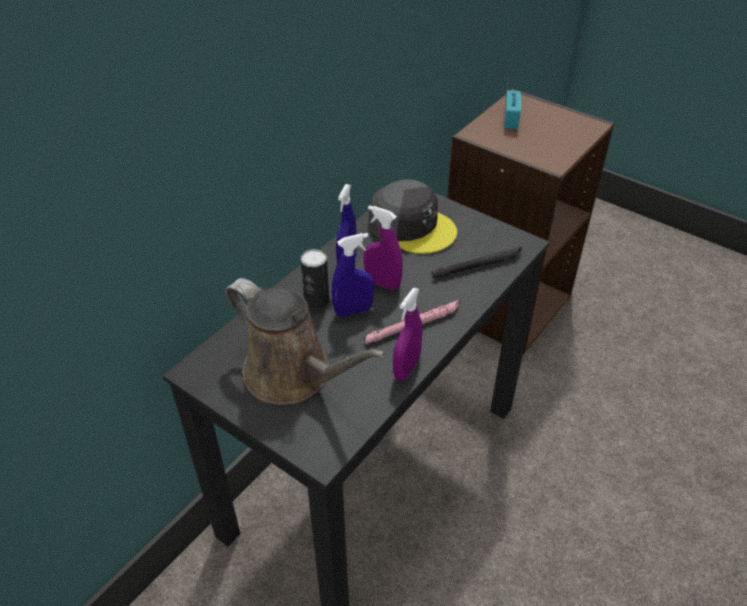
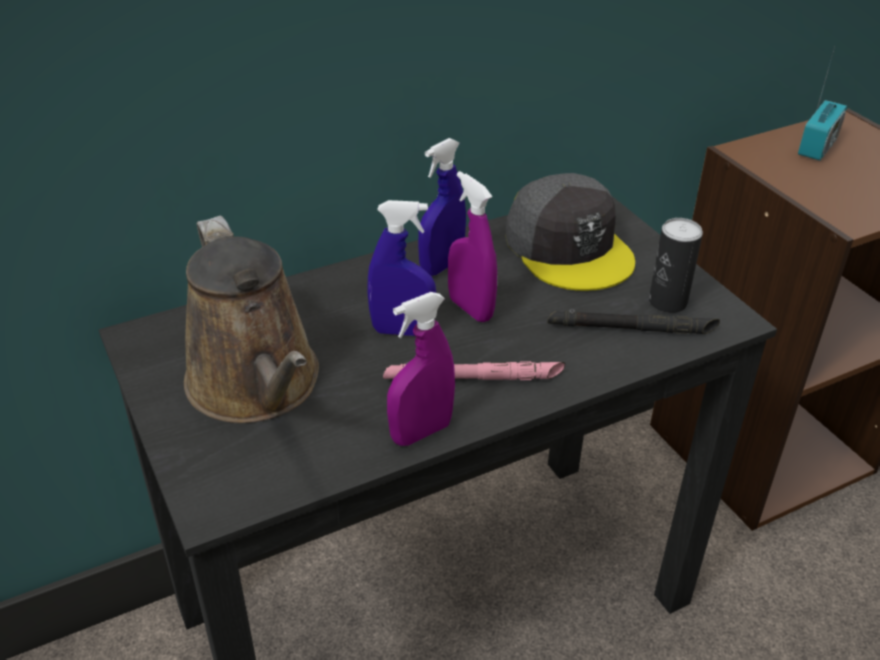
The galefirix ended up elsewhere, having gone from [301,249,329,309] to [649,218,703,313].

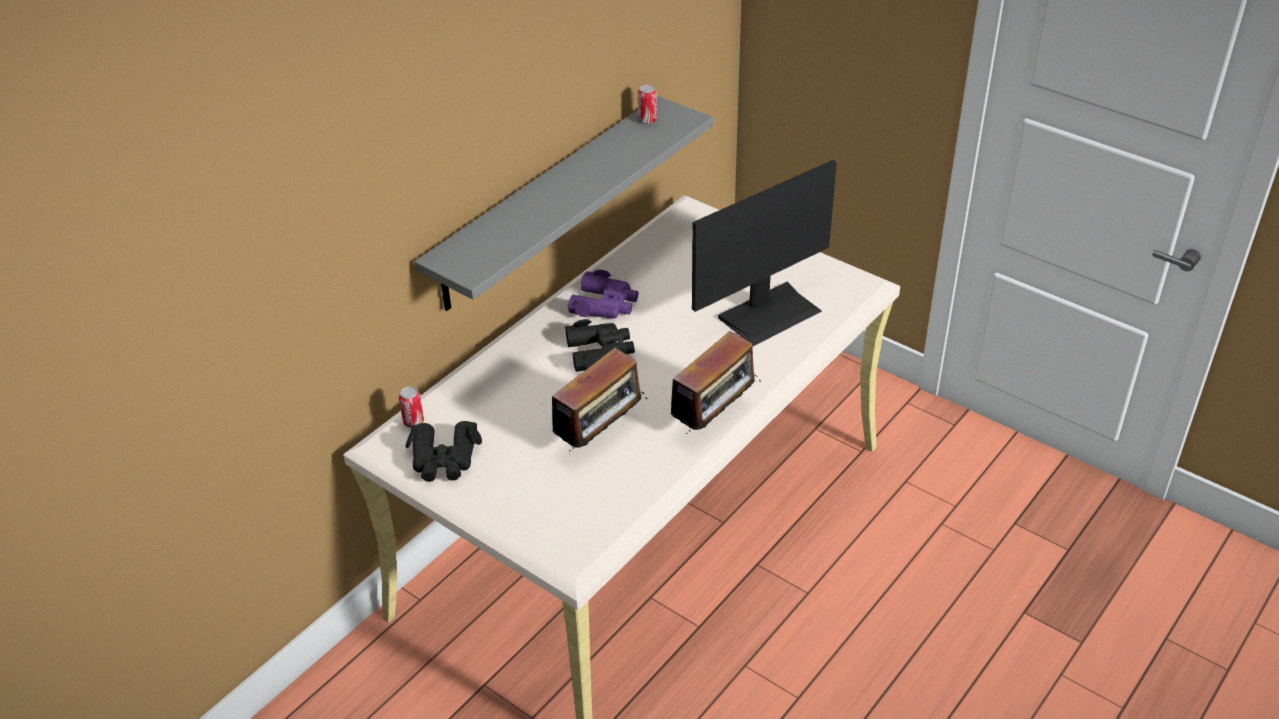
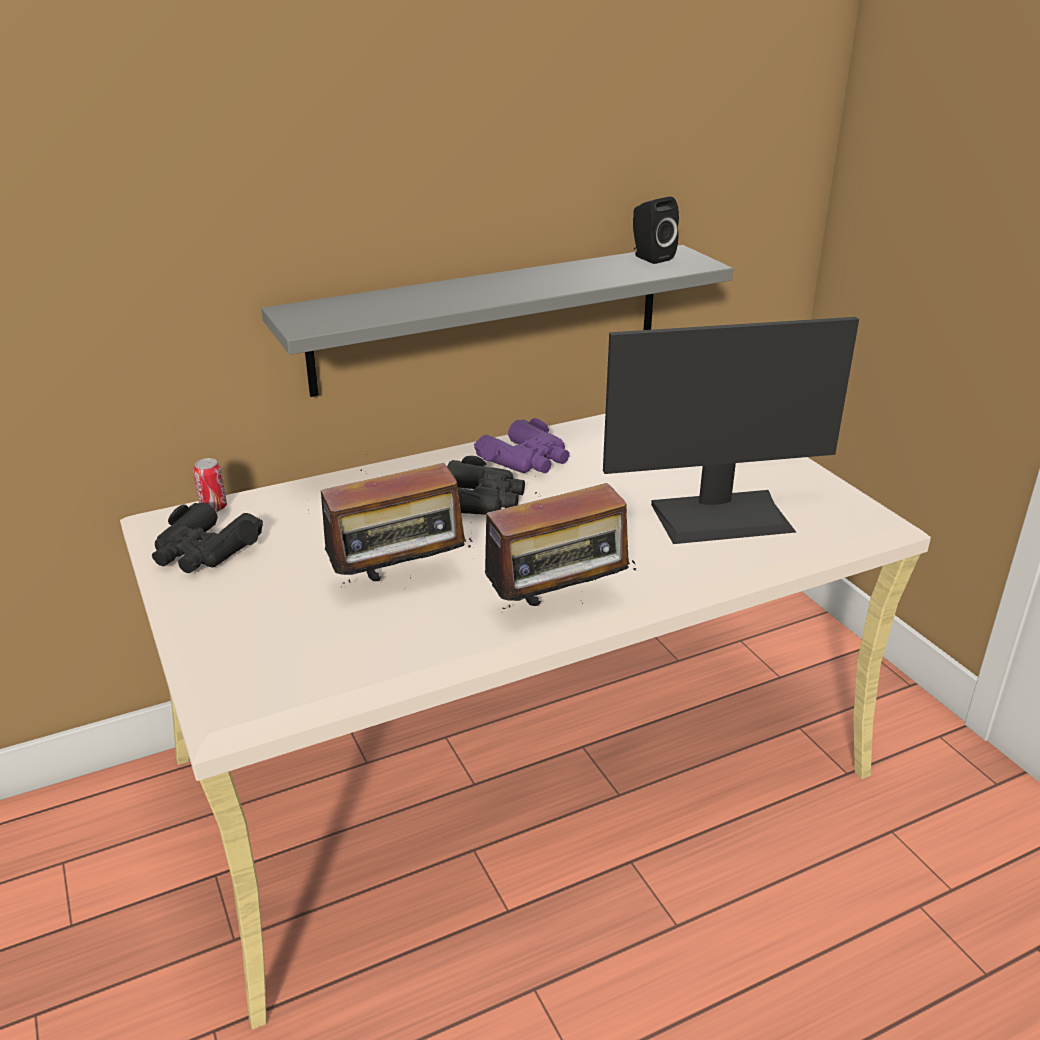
Where the galefirix stood at [638,84,657,124], the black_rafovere came to stand at [633,197,679,264].

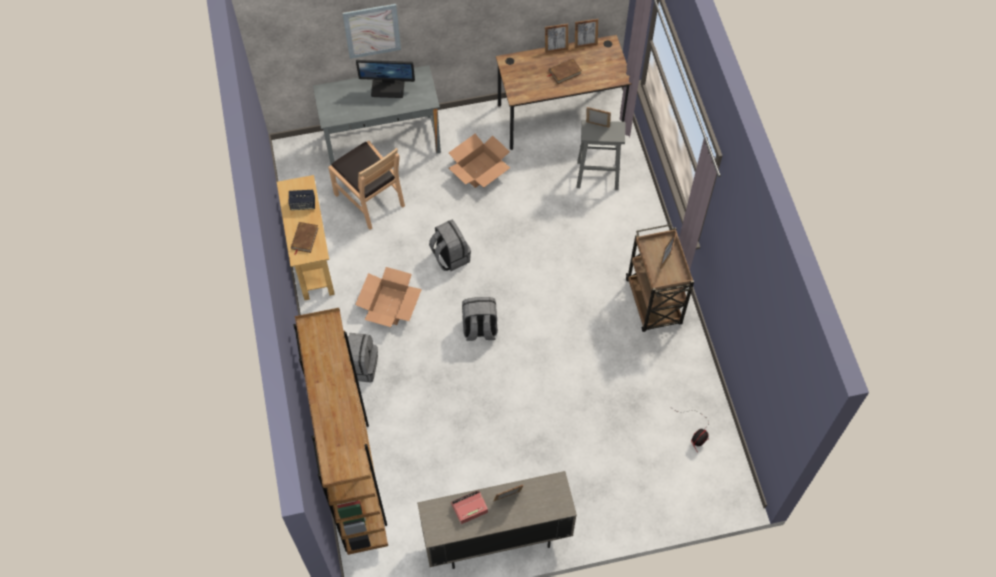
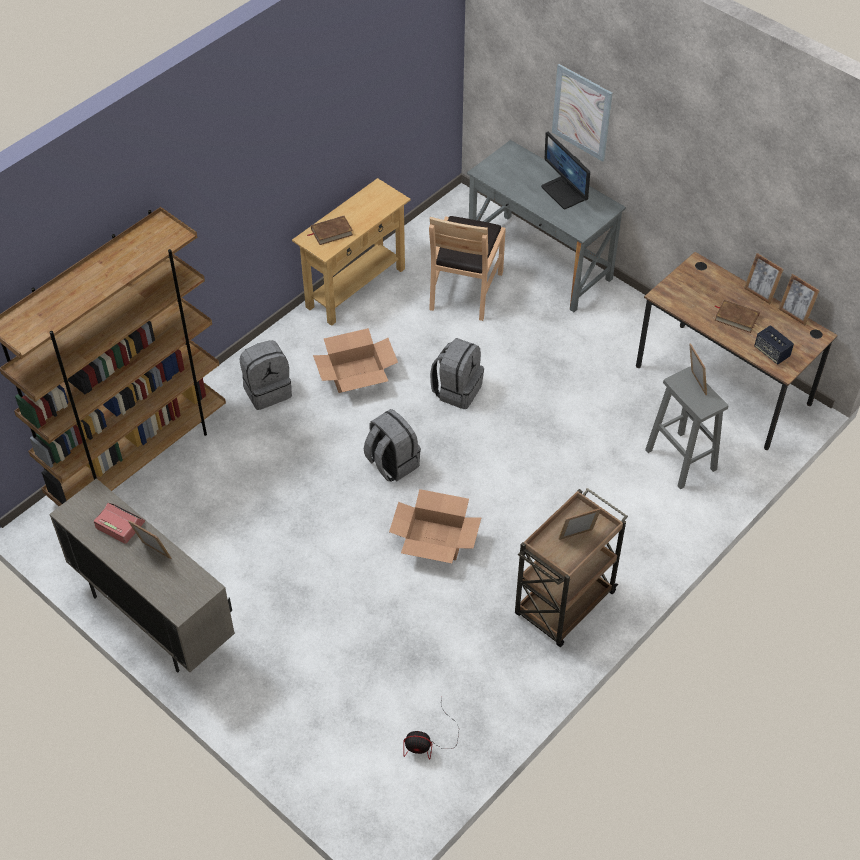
The rafovere ended up elsewhere, having gone from [289,190,315,210] to [754,325,794,365]. The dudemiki ended up elsewhere, having gone from [449,134,510,188] to [389,489,481,563].

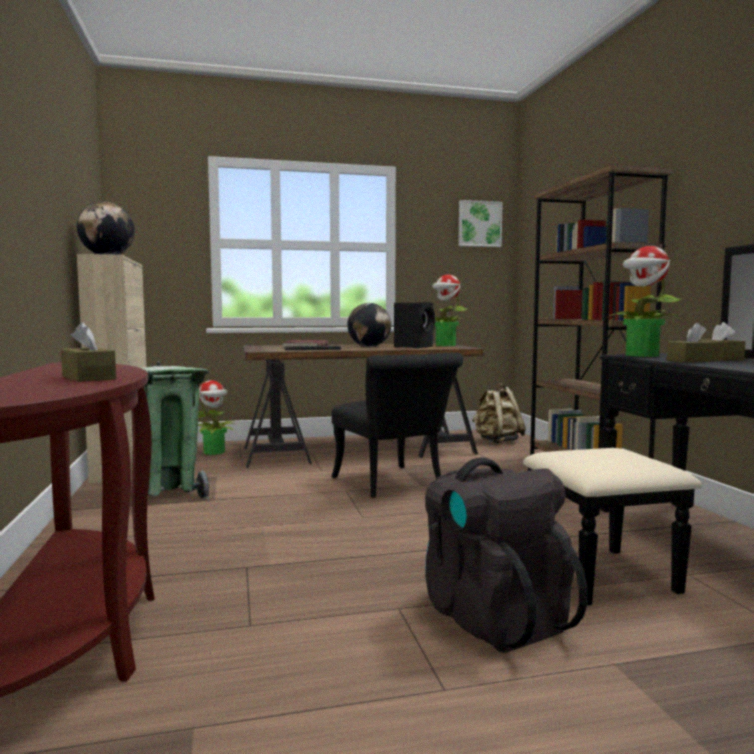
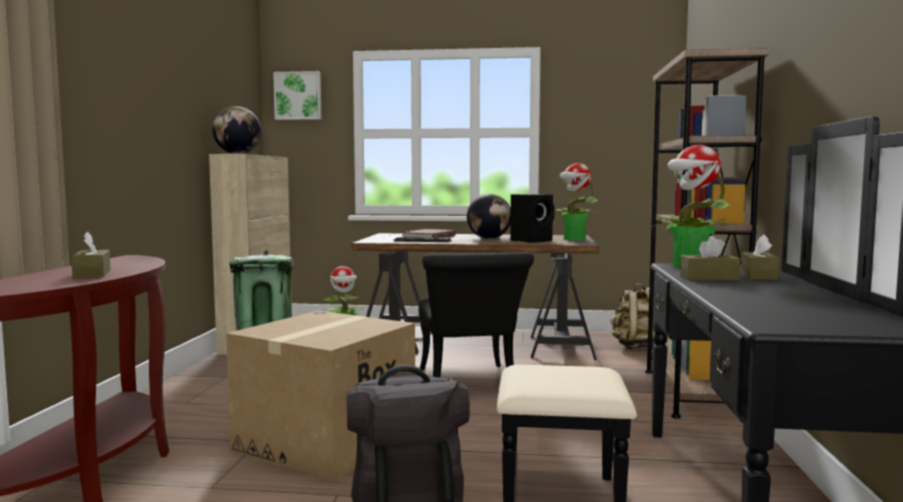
The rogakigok ended up elsewhere, having gone from [458,200,503,247] to [273,71,321,120]. The second view gained the dudemiki at [226,311,415,481].

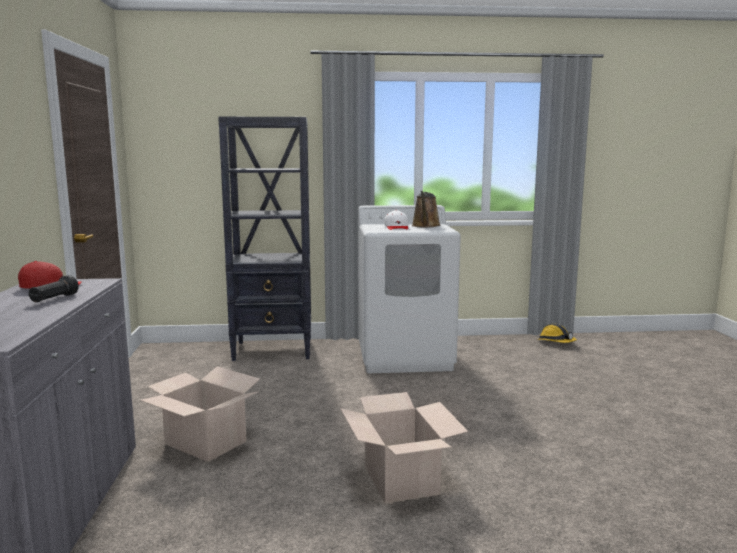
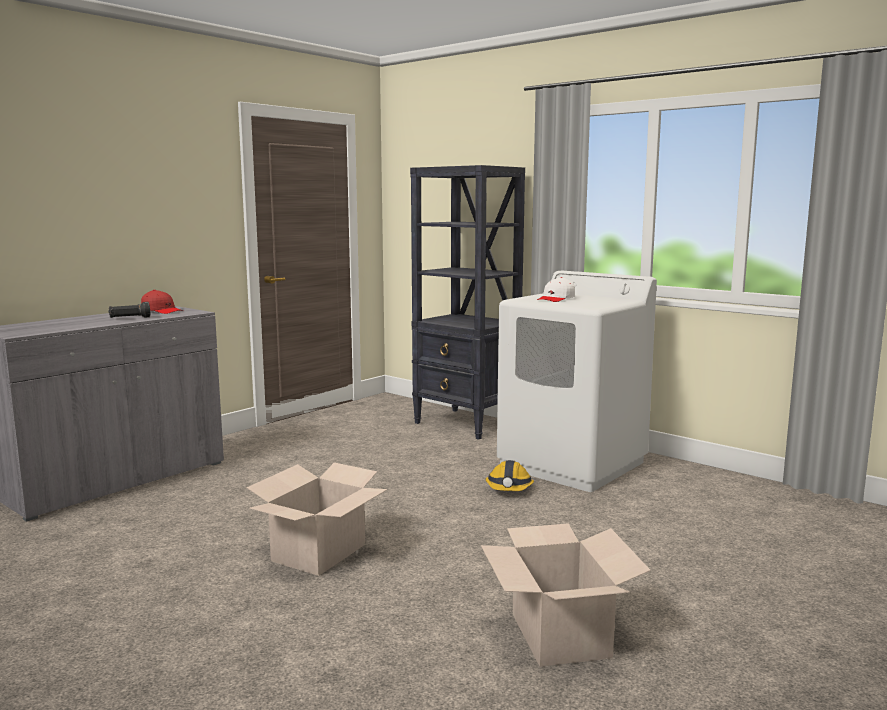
The dudemiki ended up elsewhere, having gone from [140,366,260,462] to [481,523,651,667]. The second view lost the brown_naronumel at [412,191,441,228]. The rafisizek ended up elsewhere, having gone from [537,324,577,343] to [485,460,534,491].

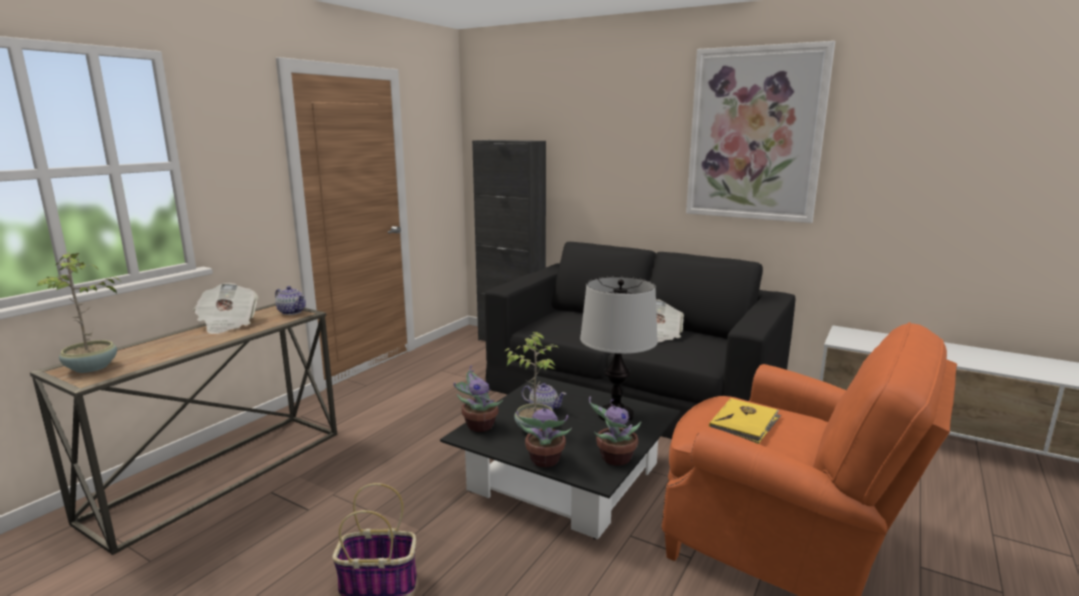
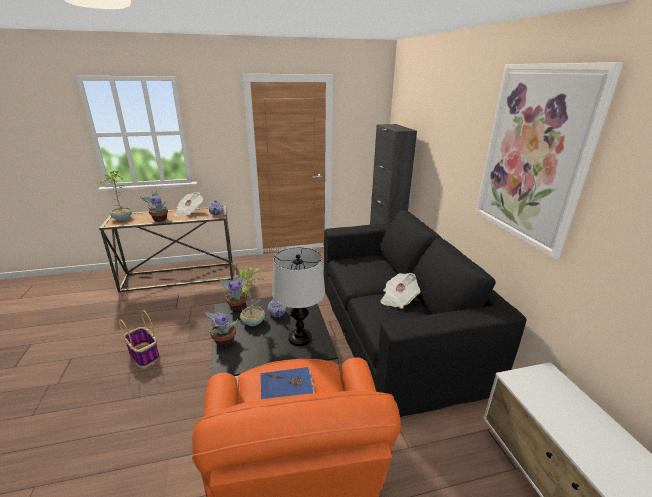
The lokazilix ended up elsewhere, having gone from [589,396,641,466] to [140,190,168,222]. What was the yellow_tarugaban at [709,398,781,444] turned into the blue_tarugaban at [260,367,315,399].

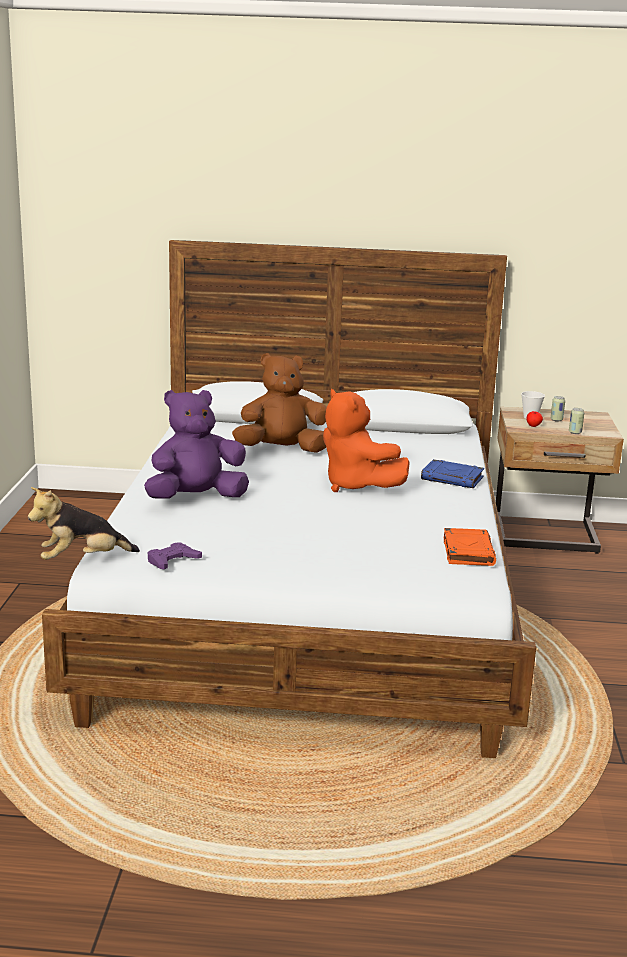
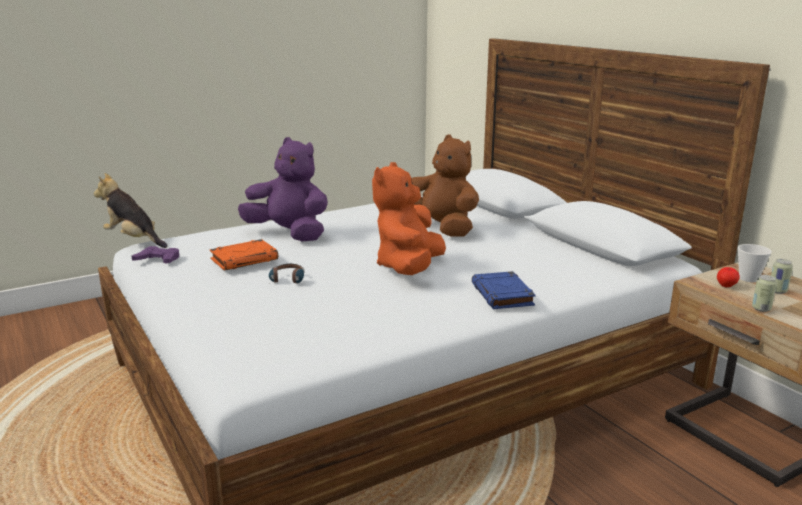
The orange_tarugaban ended up elsewhere, having gone from [444,528,496,566] to [210,239,278,271]. The second view gained the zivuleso at [269,264,304,283].

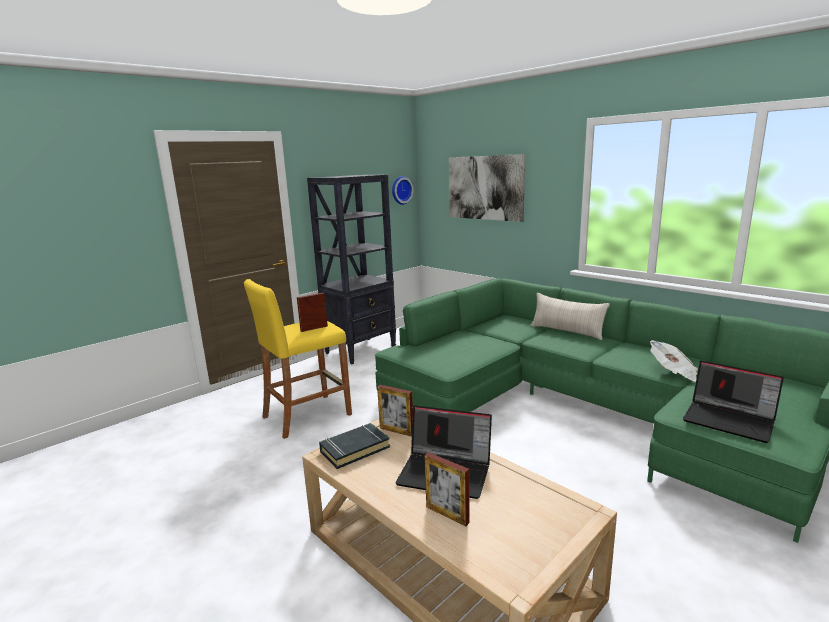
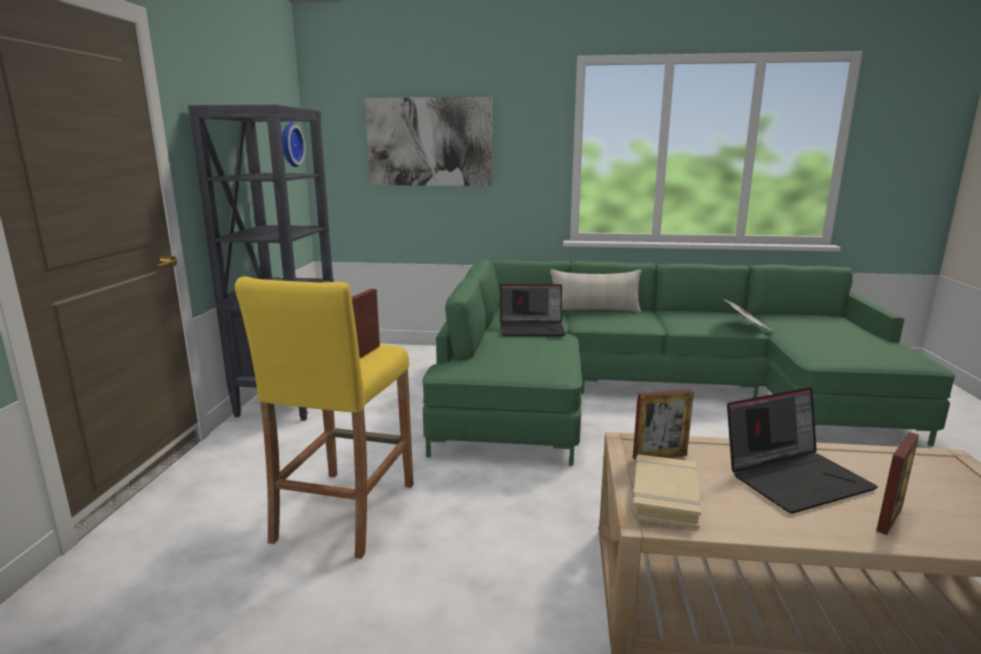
What was the black_tarugaban at [319,423,390,469] turned into the beige_tarugaban at [631,455,701,529]. The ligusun at [424,452,470,527] ended up facing another way, 45 degrees counterclockwise from before. The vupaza ended up elsewhere, having gone from [683,361,784,443] to [500,284,566,336].

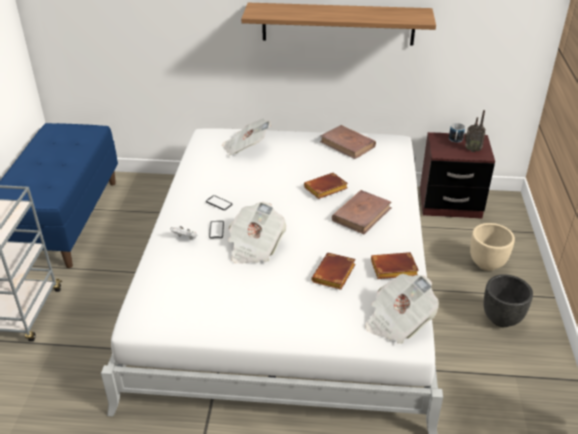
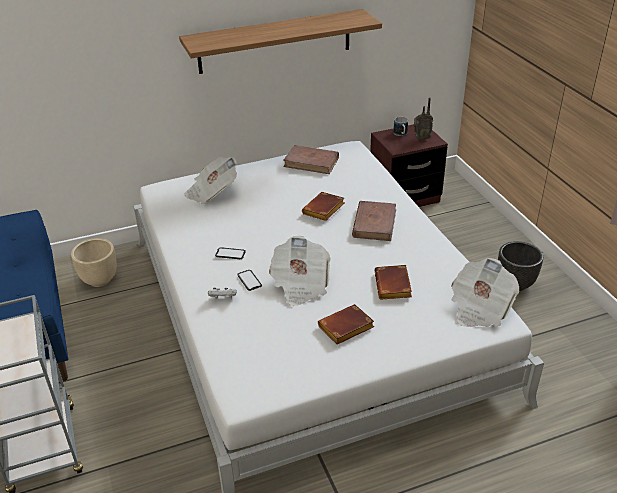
The brown_tarugaban ended up elsewhere, having gone from [371,252,419,279] to [318,304,374,344]. The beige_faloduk ended up elsewhere, having gone from [470,223,515,271] to [71,238,117,287].

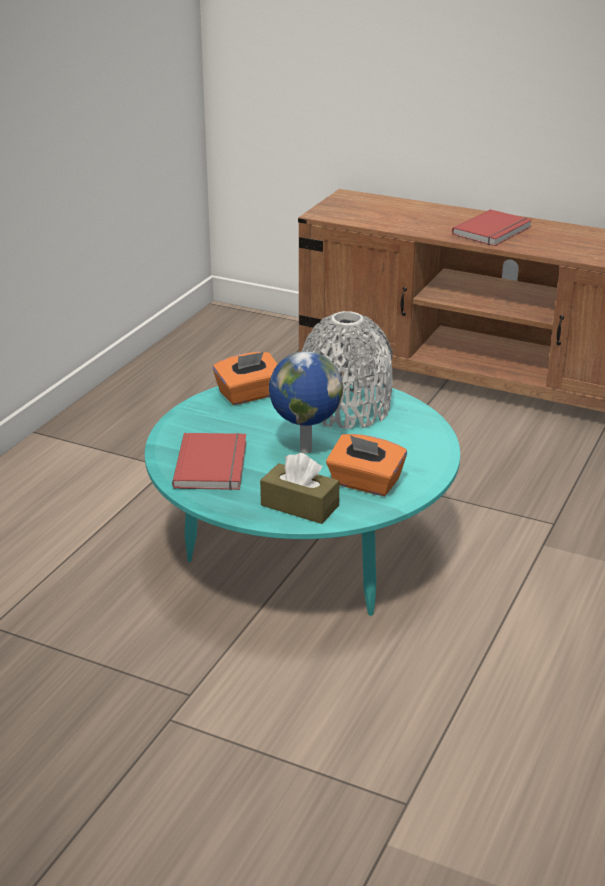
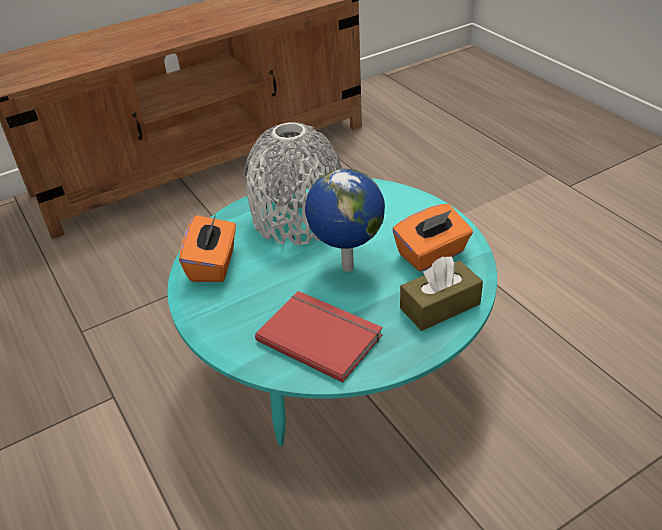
The second view lost the red_tarugaban at [452,209,532,246].

